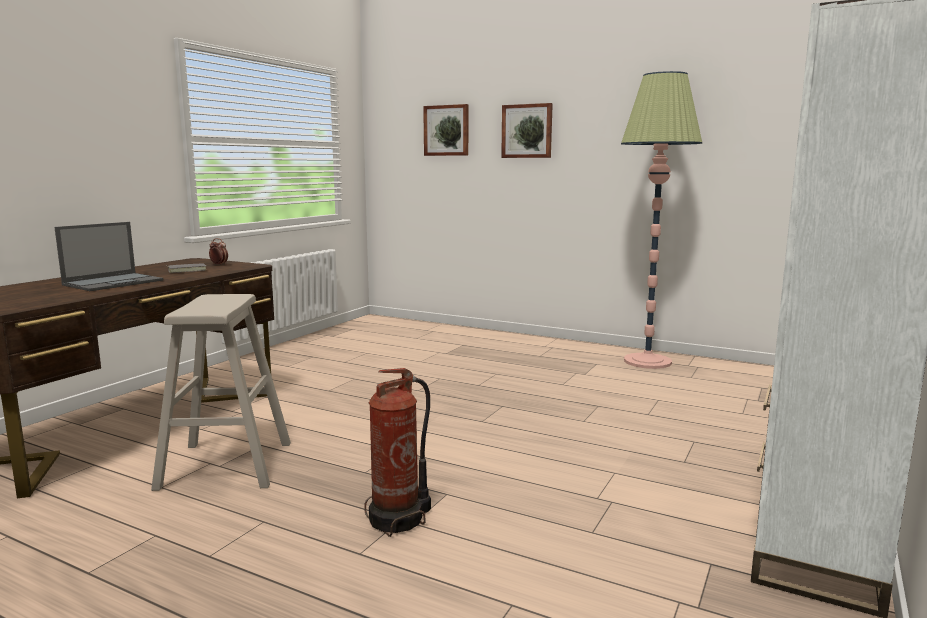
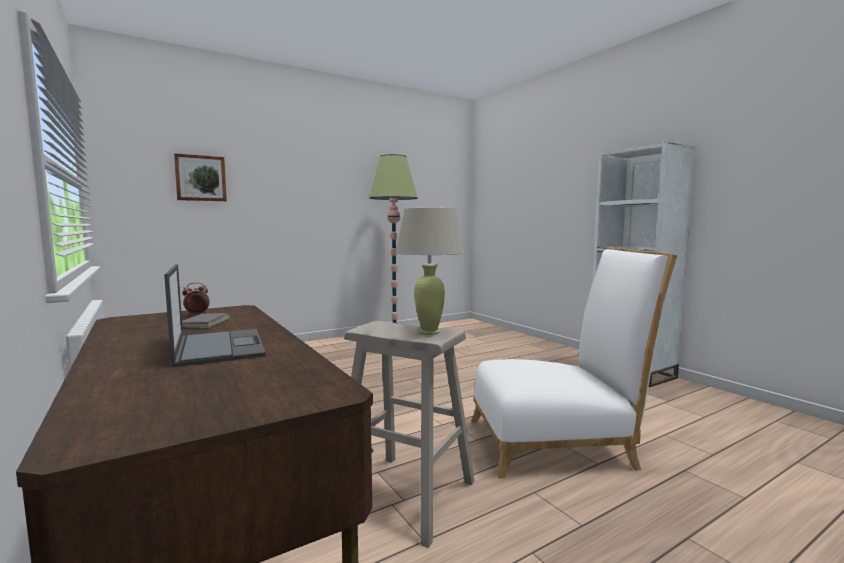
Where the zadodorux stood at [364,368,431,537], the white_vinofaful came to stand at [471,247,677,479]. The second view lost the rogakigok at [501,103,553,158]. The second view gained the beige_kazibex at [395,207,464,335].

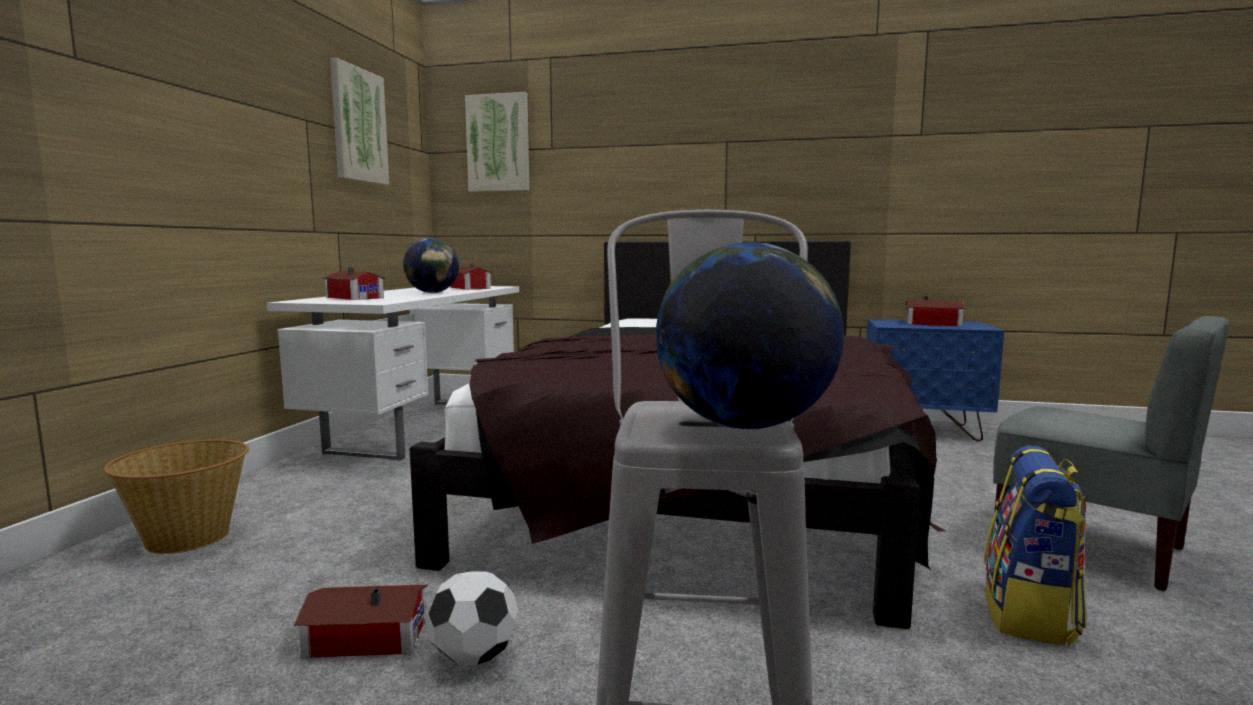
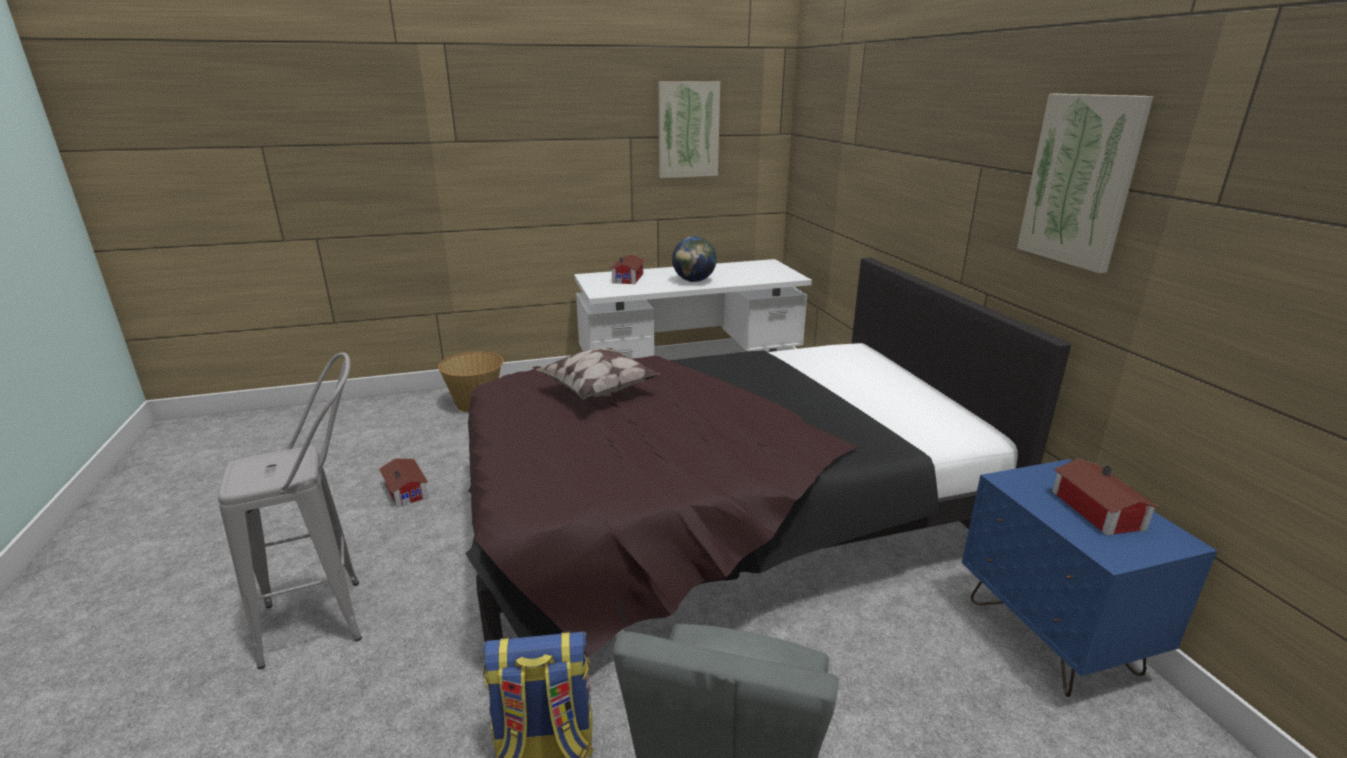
The second view lost the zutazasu at [426,571,518,665]. The second view lost the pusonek at [450,264,492,290]. The rogakigok ended up elsewhere, having gone from [465,92,530,192] to [1017,94,1153,273]. The second view lost the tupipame at [656,242,844,429]. The second view gained the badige at [535,348,659,400].

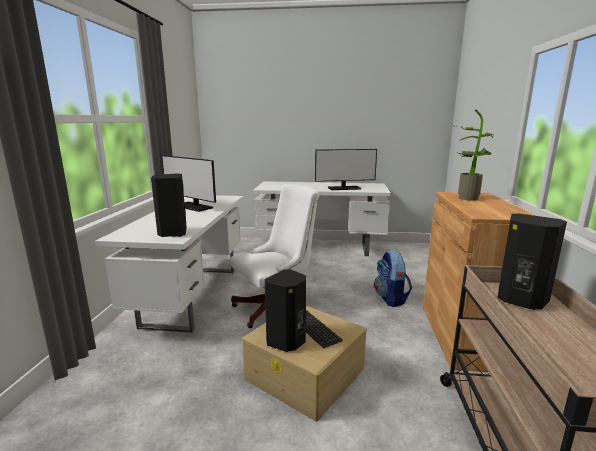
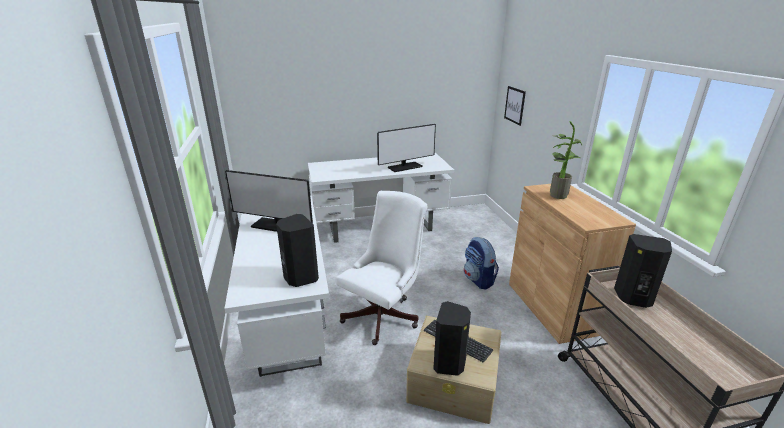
The second view gained the rogakigok at [504,86,526,126].

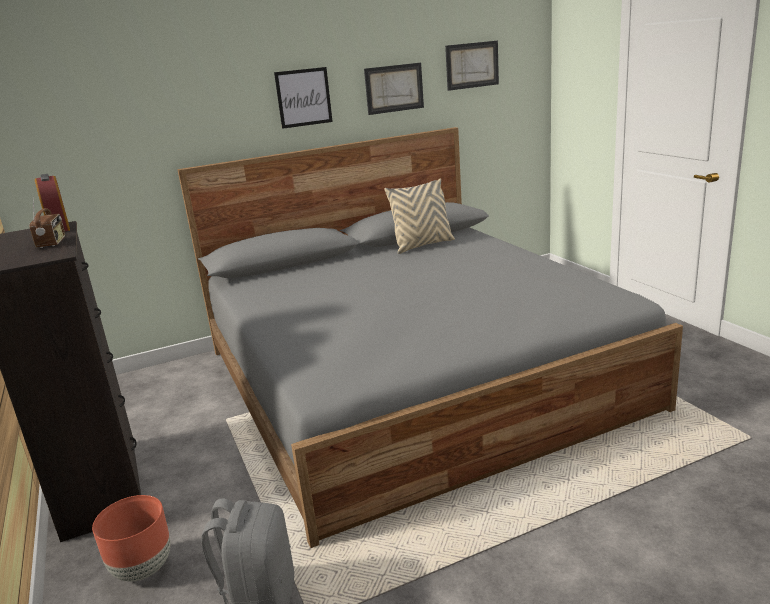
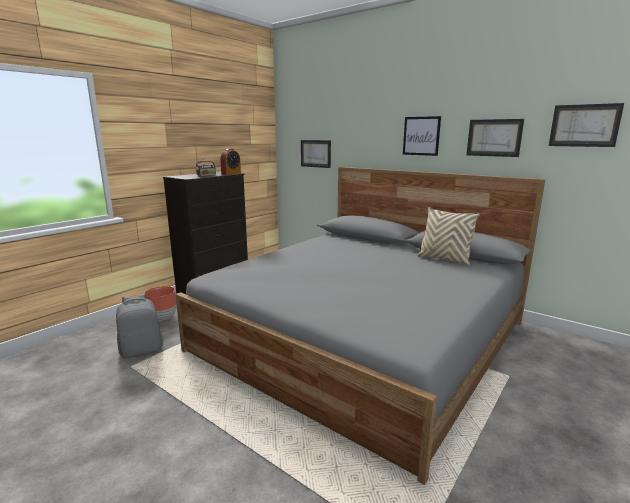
The second view gained the rogakigok at [301,140,331,168].

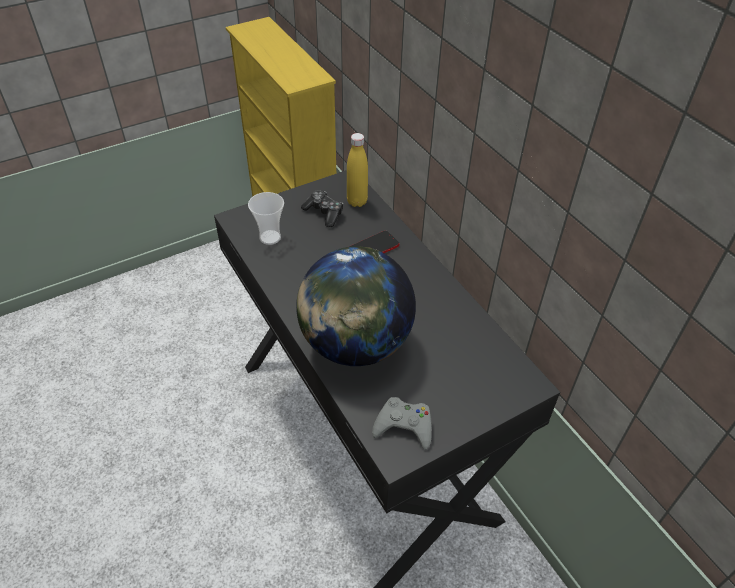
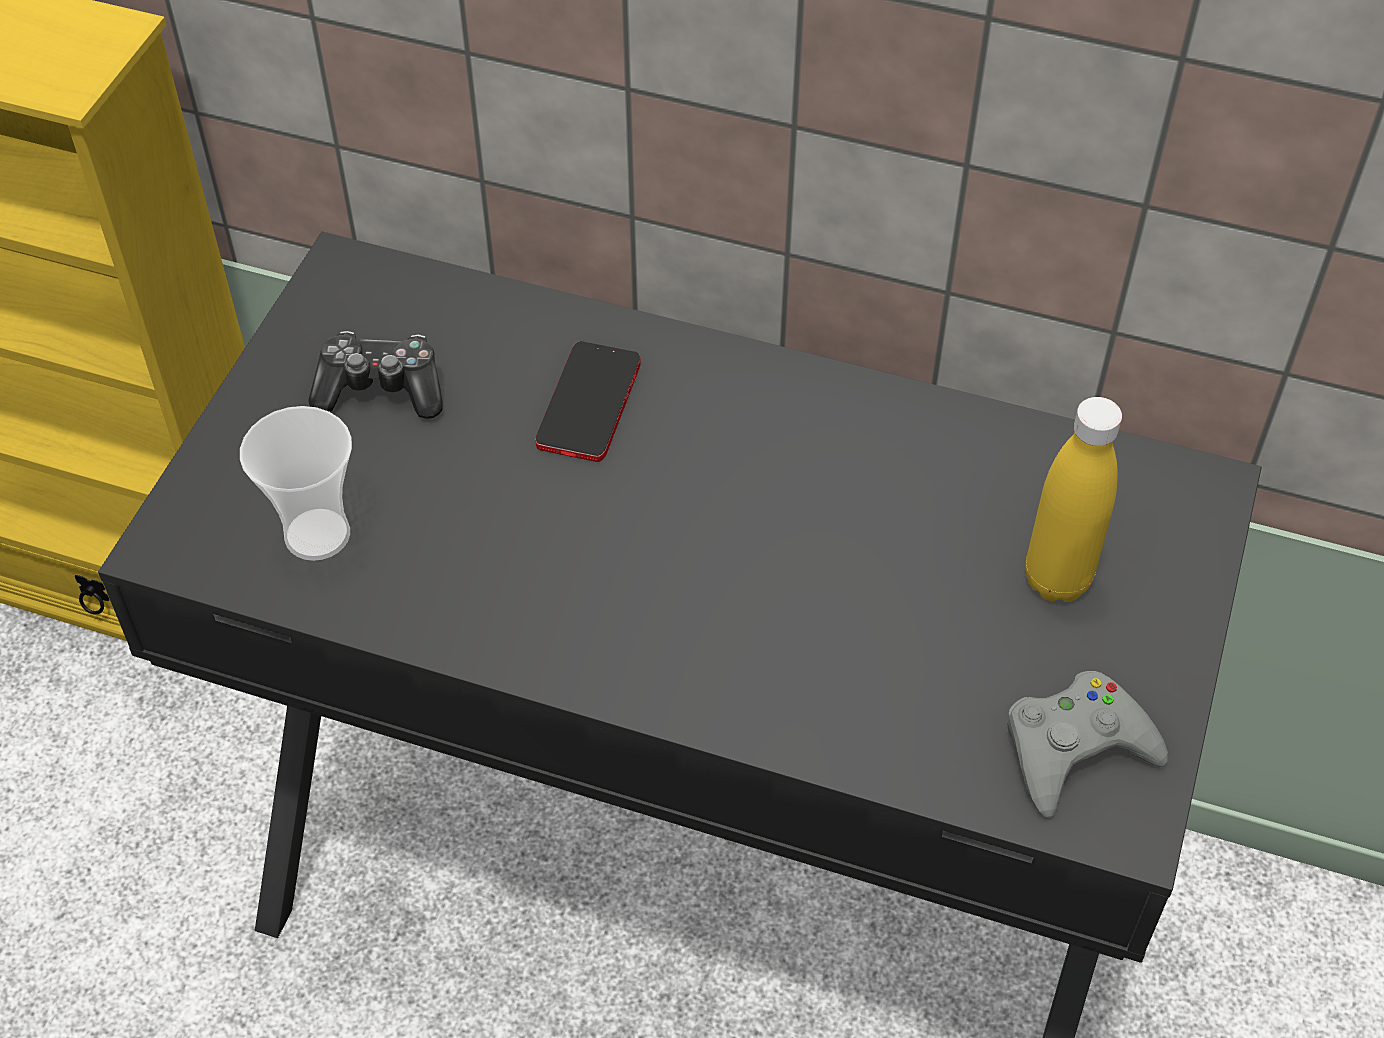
The second view lost the tupipame at [296,246,416,366]. The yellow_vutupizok ended up elsewhere, having gone from [347,133,368,207] to [1025,397,1122,602].

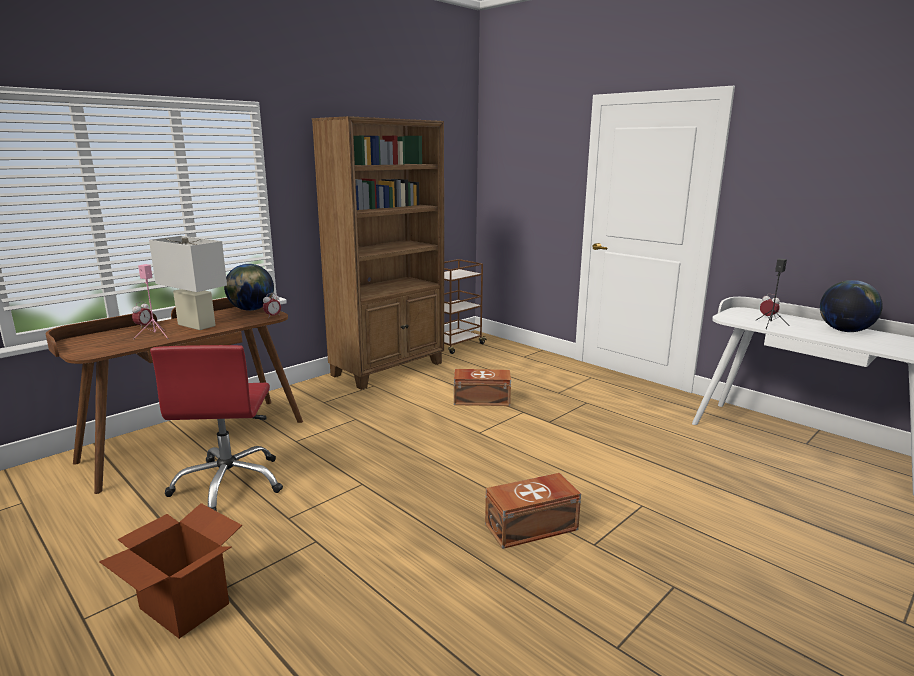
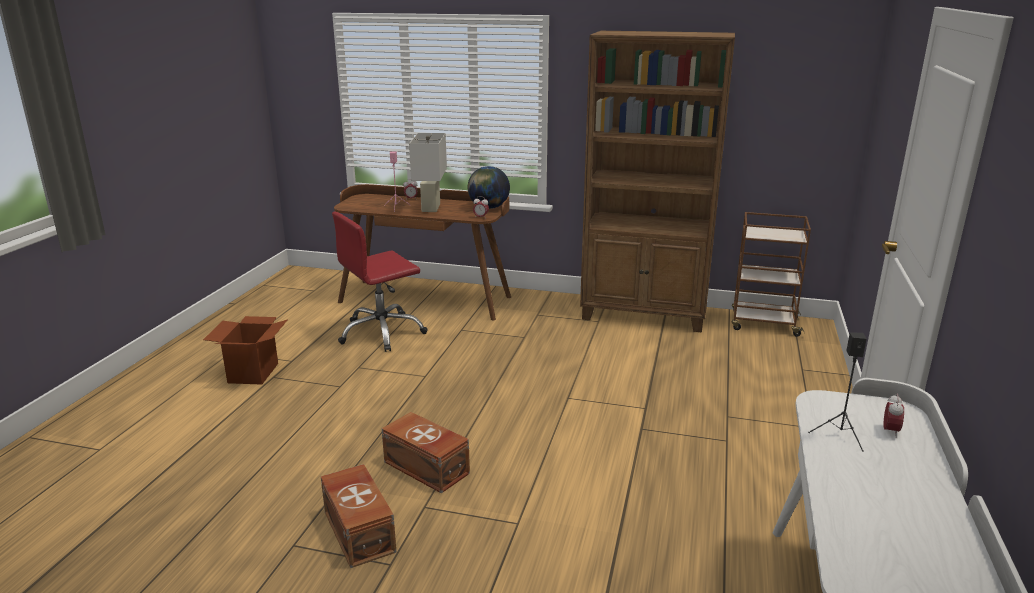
The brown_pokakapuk ended up elsewhere, having gone from [454,369,511,406] to [321,464,396,568]. The second view lost the tupipame at [820,280,883,332].

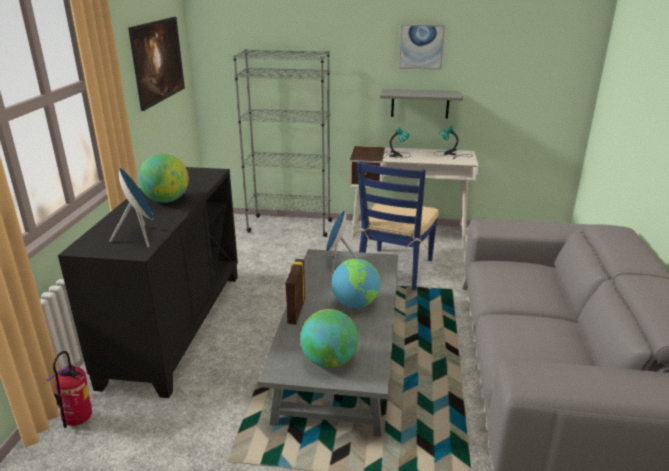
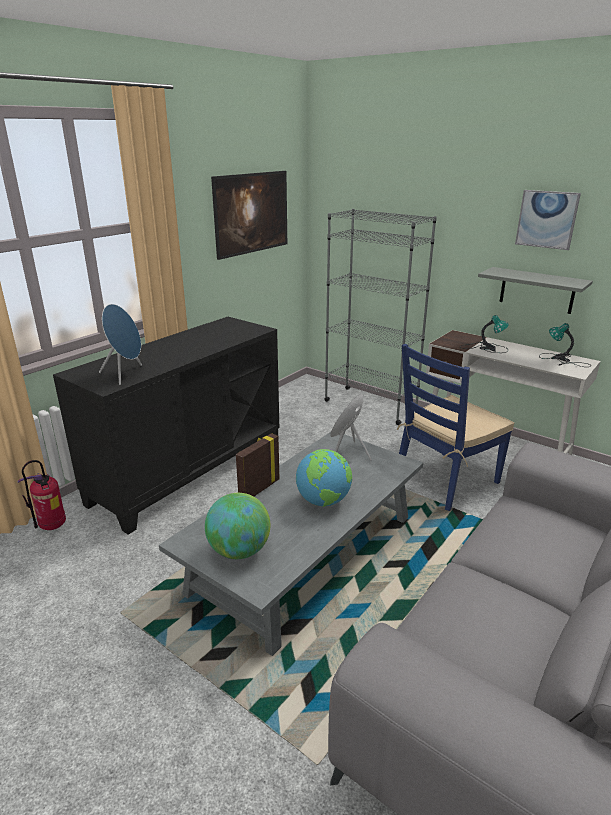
The second view lost the tupipame at [138,154,189,203].

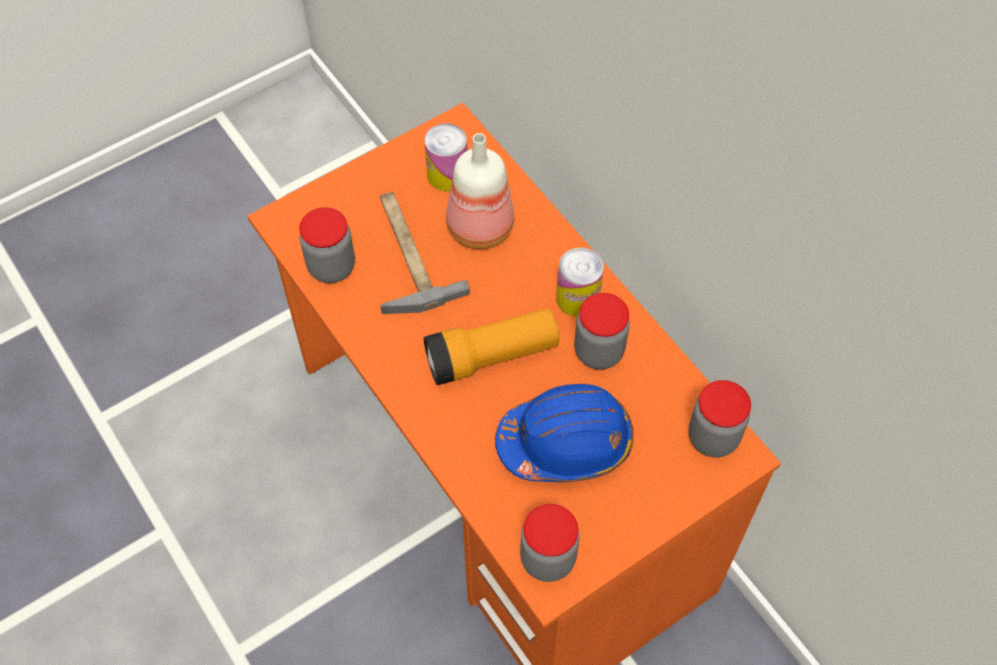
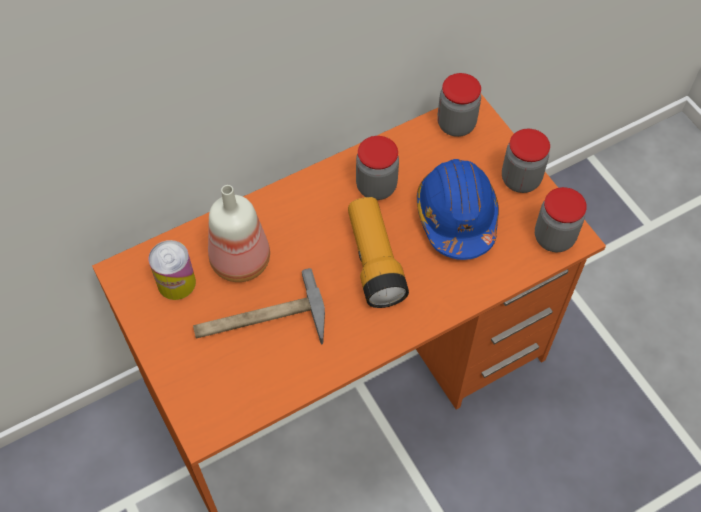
The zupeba ended up elsewhere, having gone from [299,208,355,283] to [502,129,550,193]. The second view lost the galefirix at [556,247,604,317].

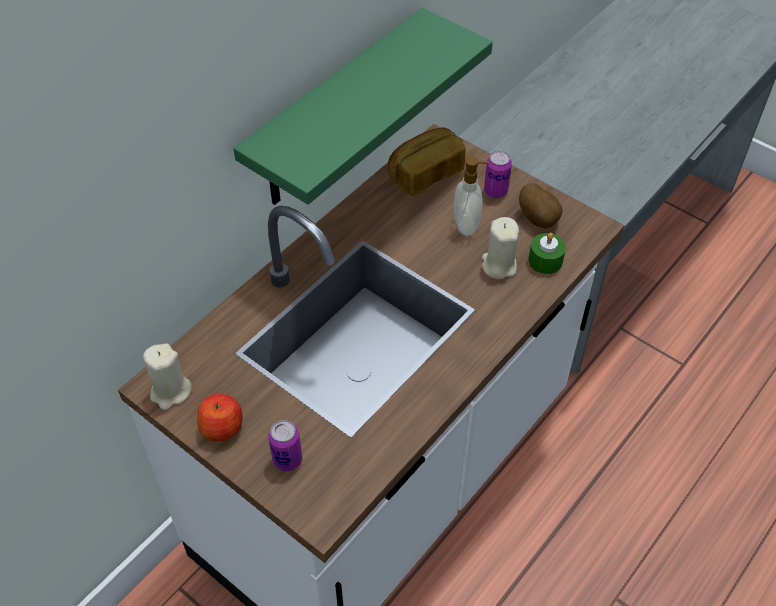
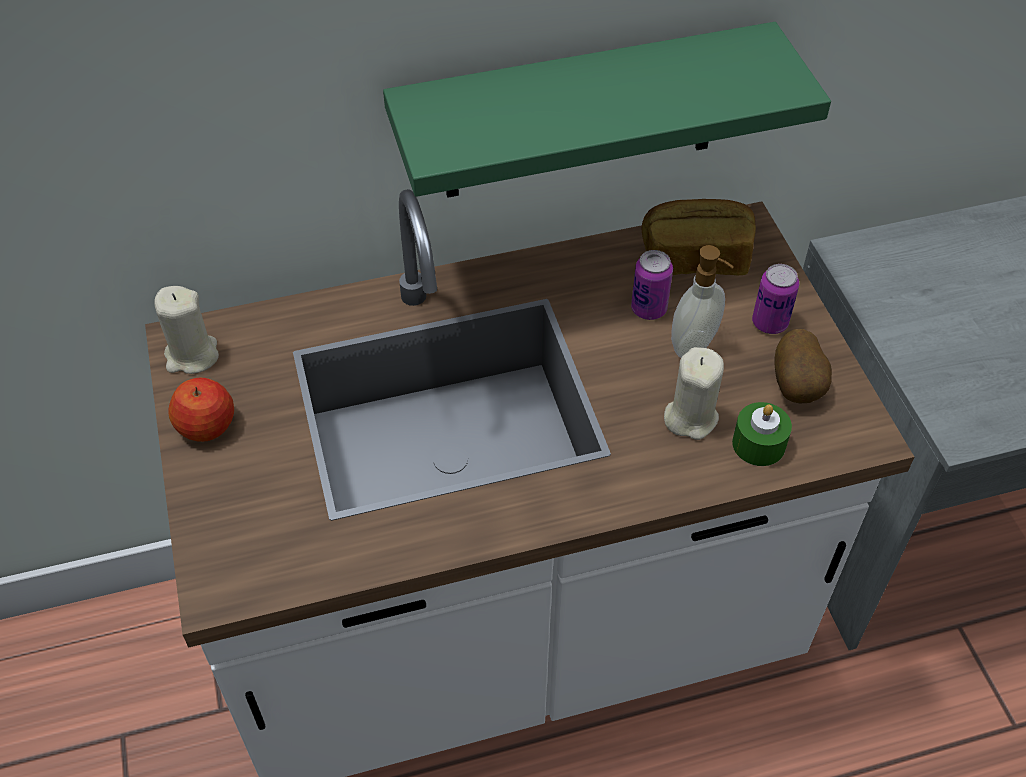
The galefirix ended up elsewhere, having gone from [268,420,302,472] to [631,250,673,320].

